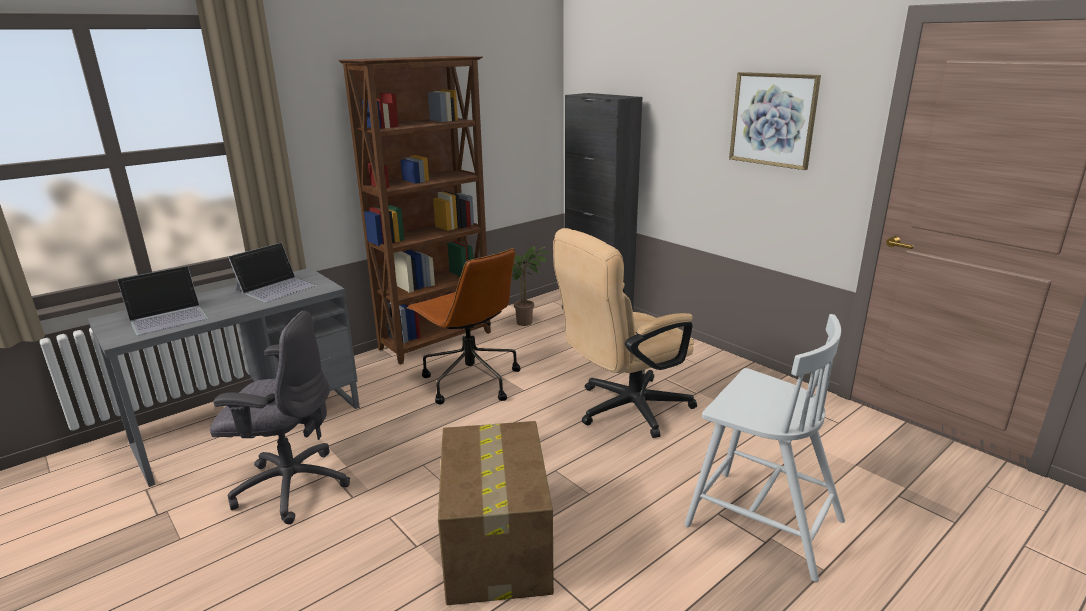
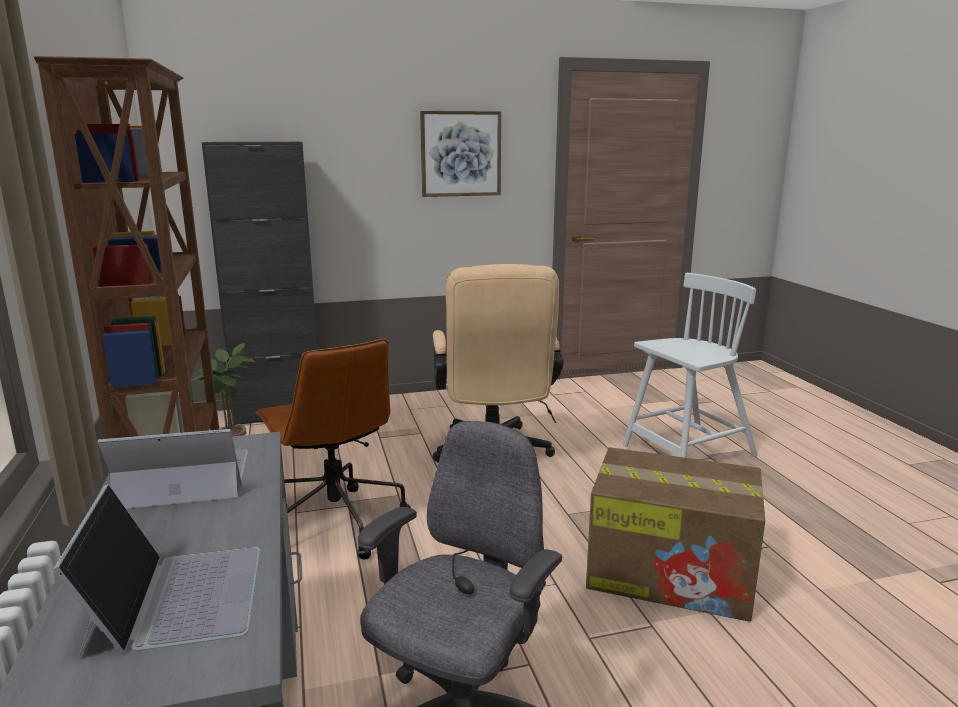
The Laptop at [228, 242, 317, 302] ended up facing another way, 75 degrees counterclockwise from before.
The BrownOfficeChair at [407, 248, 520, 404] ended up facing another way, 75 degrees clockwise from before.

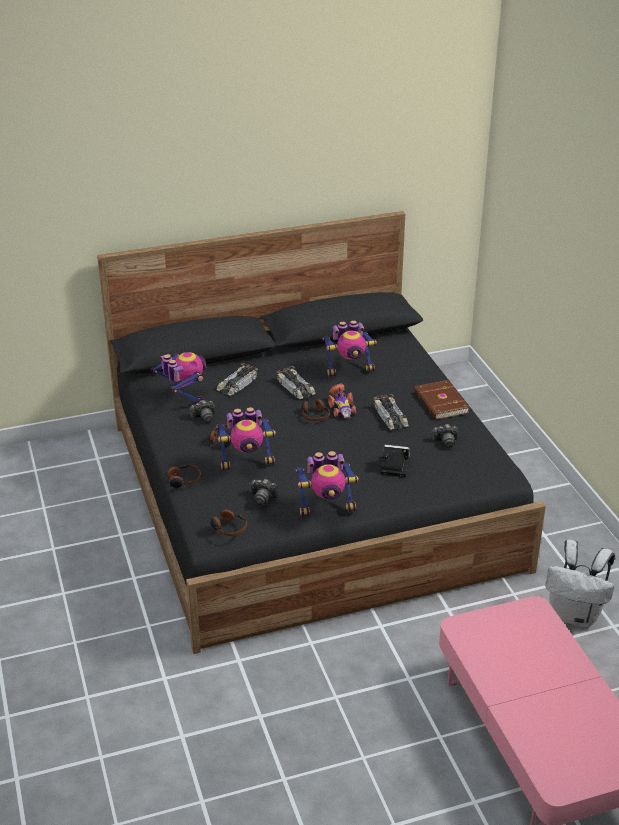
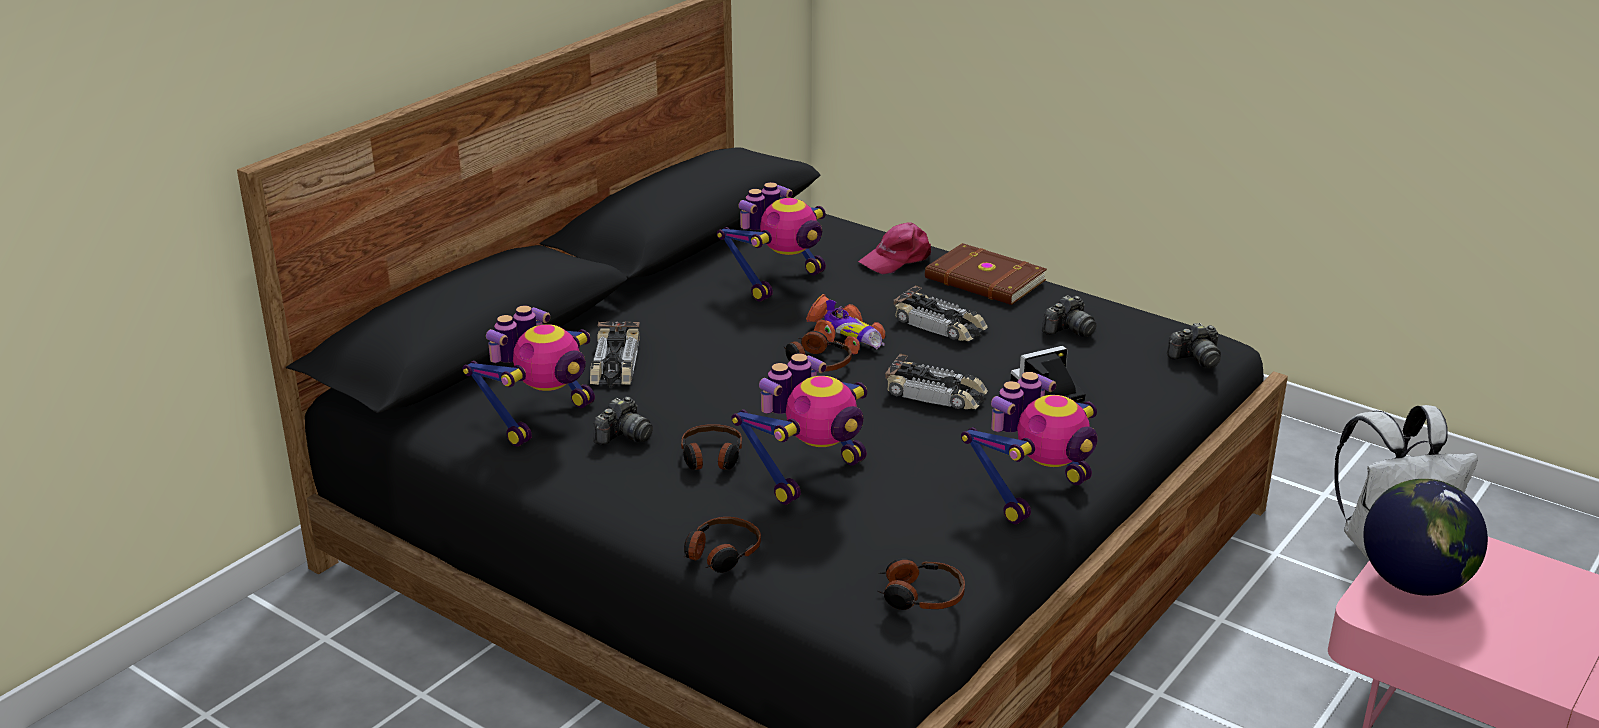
The ToyRobot at [151, 352, 207, 404] ended up facing another way, 105 degrees clockwise from before.
The second view gained the PinkCap at [858, 222, 931, 274].
The ToyCar ended up elsewhere, having gone from [276, 366, 316, 399] to [885, 353, 988, 409].
The PhotoCamera ended up elsewhere, having gone from [249, 479, 278, 505] to [1167, 323, 1221, 368].
The second view gained the Globe at [1363, 479, 1488, 596].

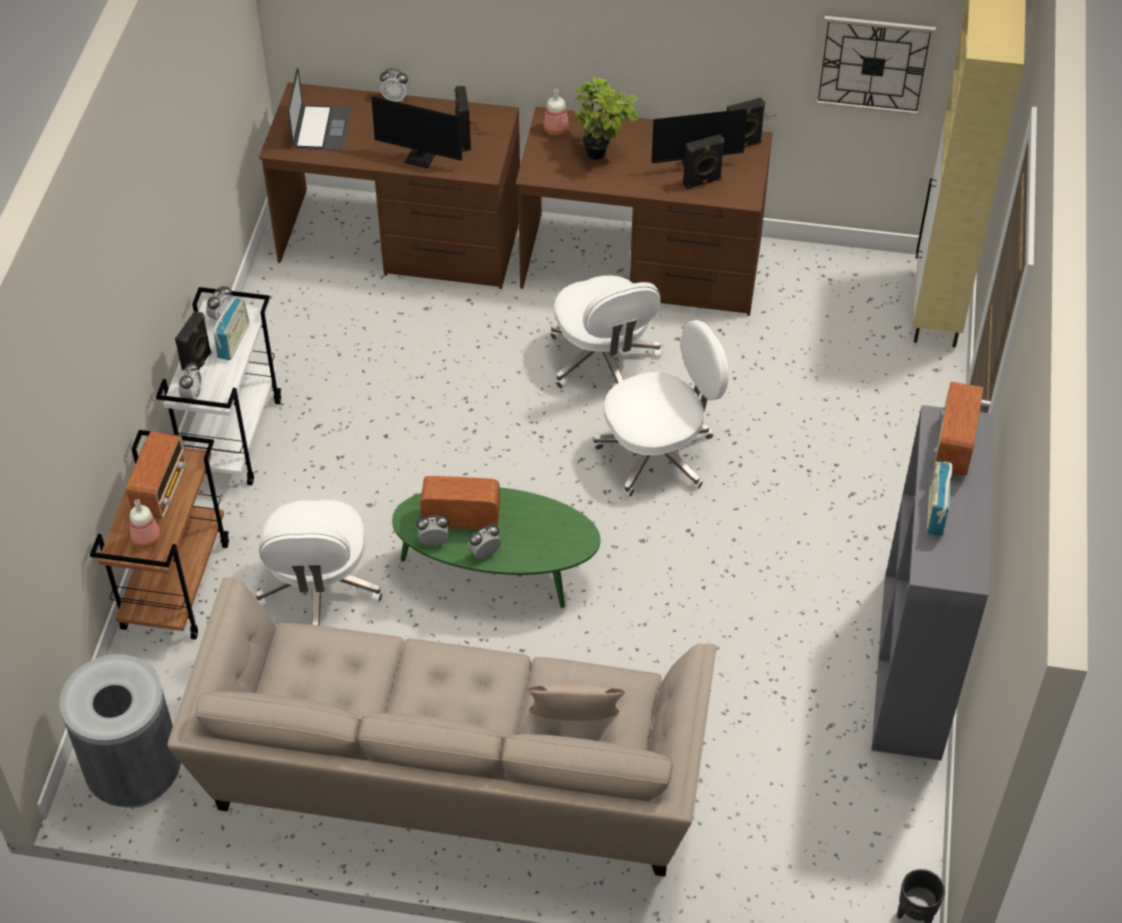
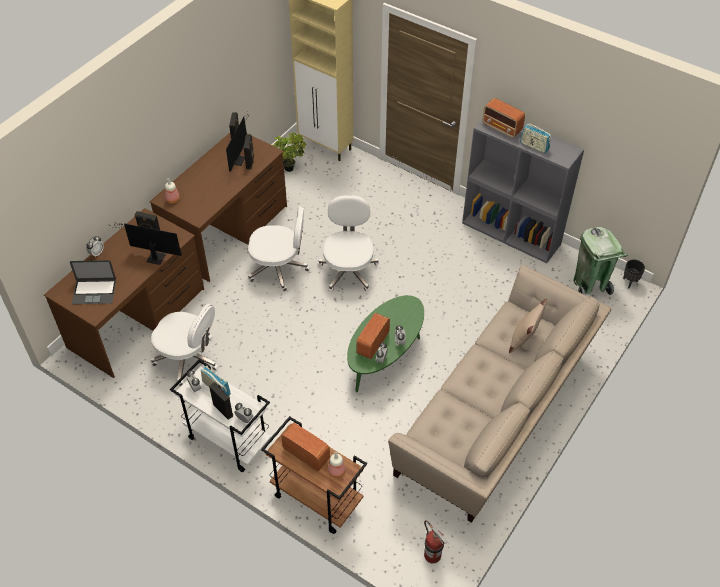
The Laptop at [288, 68, 351, 151] ended up facing another way, 150 degrees clockwise from before.
The Monitor at [371, 96, 487, 168] ended up facing another way, 120 degrees counterclockwise from before.
The WhiteOfficeChair ended up elsewhere, having gone from [256, 500, 382, 626] to [151, 303, 219, 386].
The PottedPlant ended up elsewhere, having gone from [574, 77, 638, 160] to [273, 132, 306, 172].
Where the GreyTrashCan stood at [60, 654, 181, 808], the FireExtinguisher came to stand at [424, 520, 448, 564].
The second view gained the GreenTrashCan at [573, 227, 628, 295].
The second view lost the WallClock at [814, 16, 936, 116].

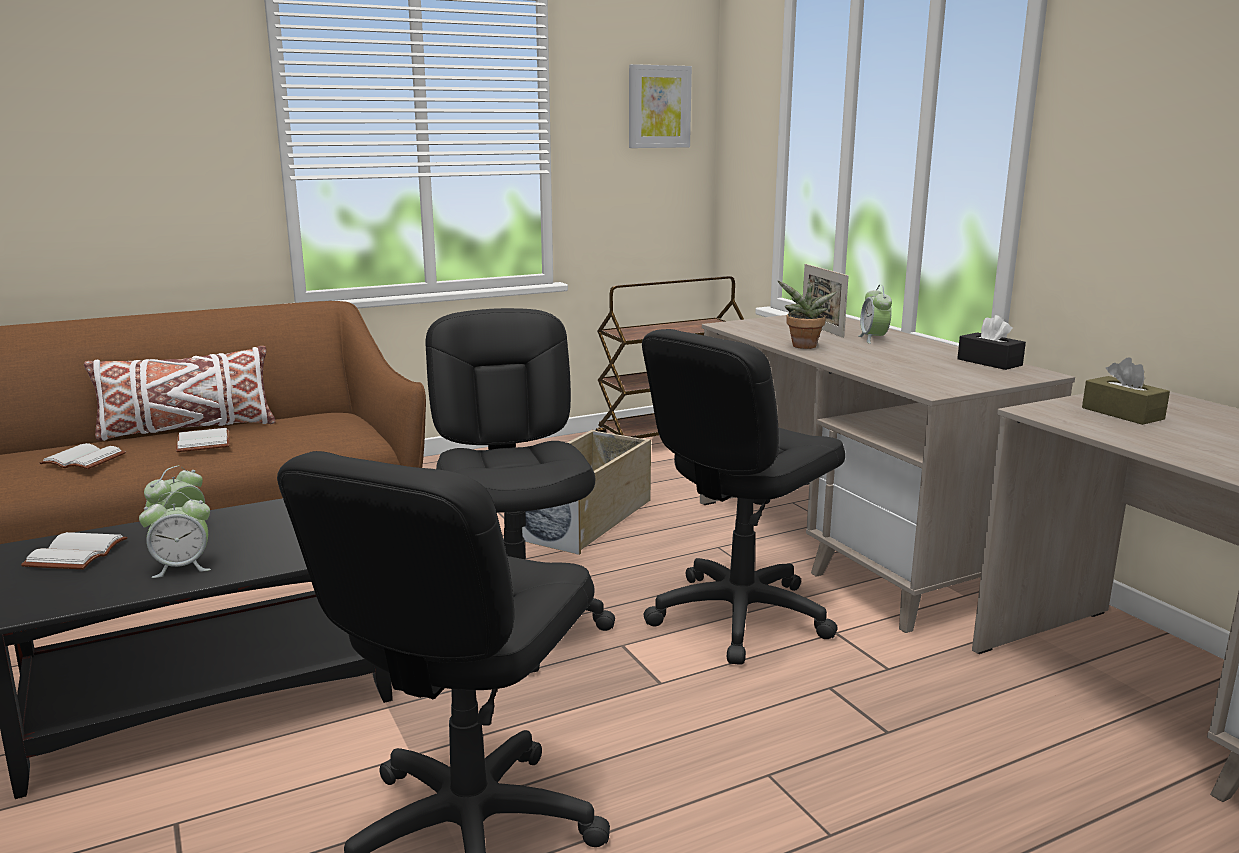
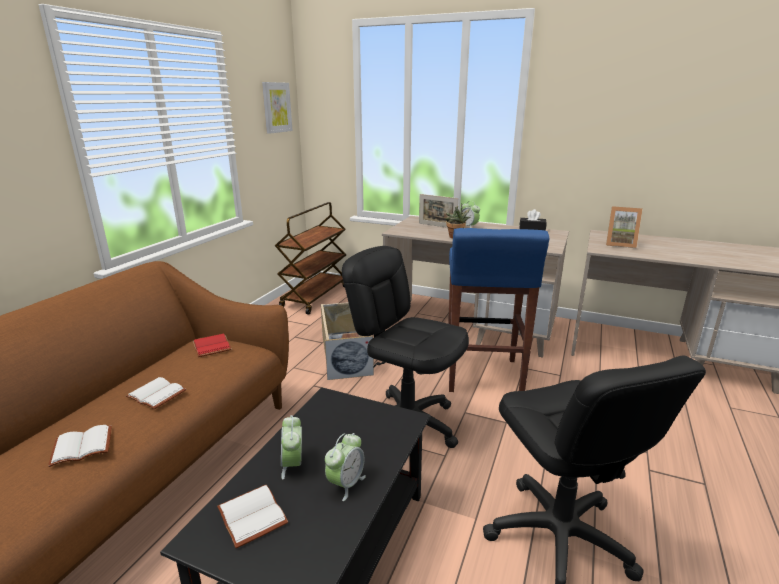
The second view gained the RedBook at [193, 334, 232, 357].
Where the BlackOfficeChair stood at [642, 329, 845, 665], the BlueStool came to stand at [448, 228, 549, 392].
Where the BrownTissueBox stood at [1082, 358, 1170, 425], the PictureFrame came to stand at [606, 206, 643, 248].
The second view lost the WhitePillow at [84, 346, 275, 441].

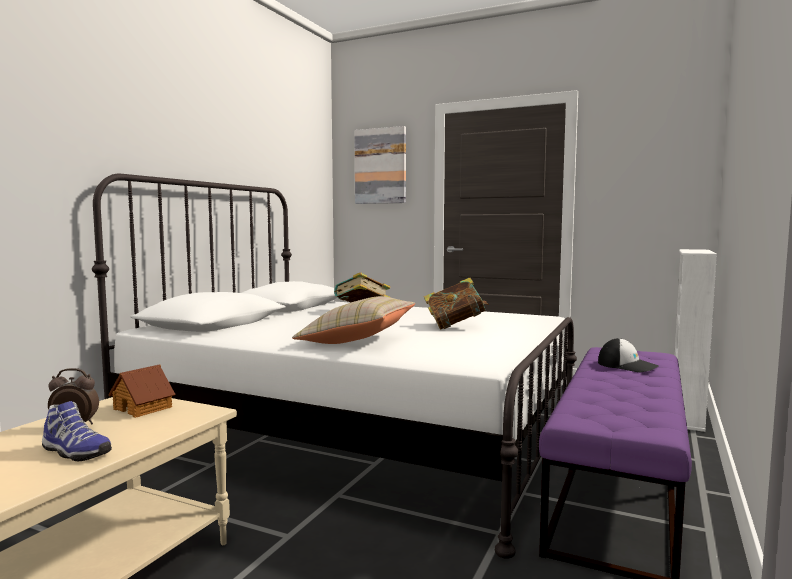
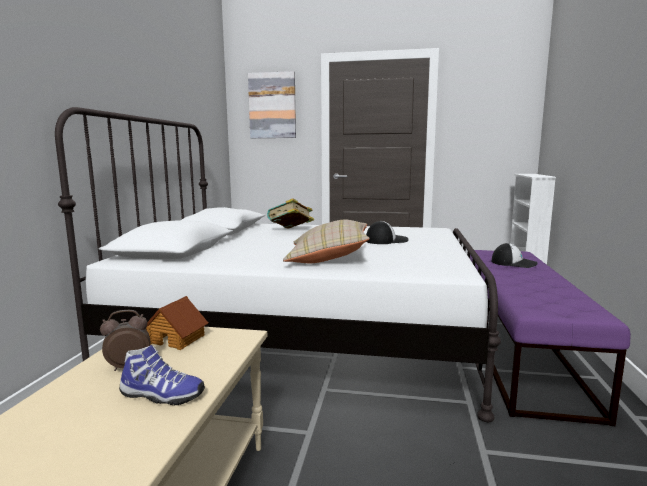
Where the Book stood at [424, 277, 489, 330], the Cap came to stand at [366, 221, 409, 244].

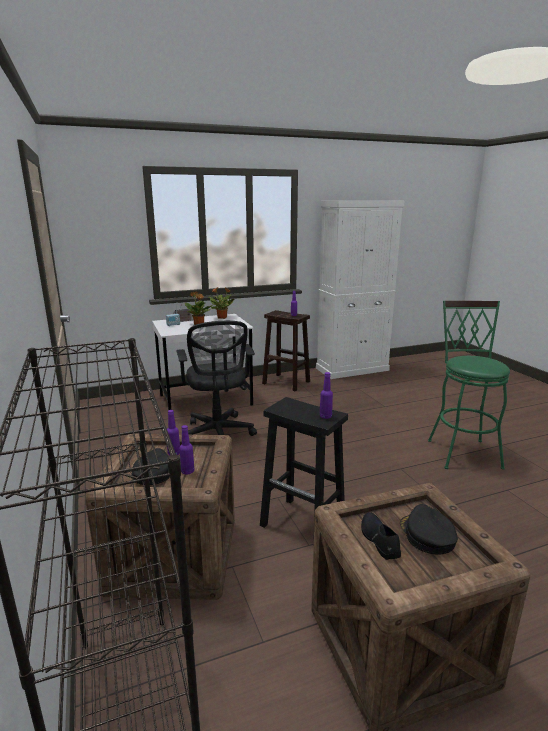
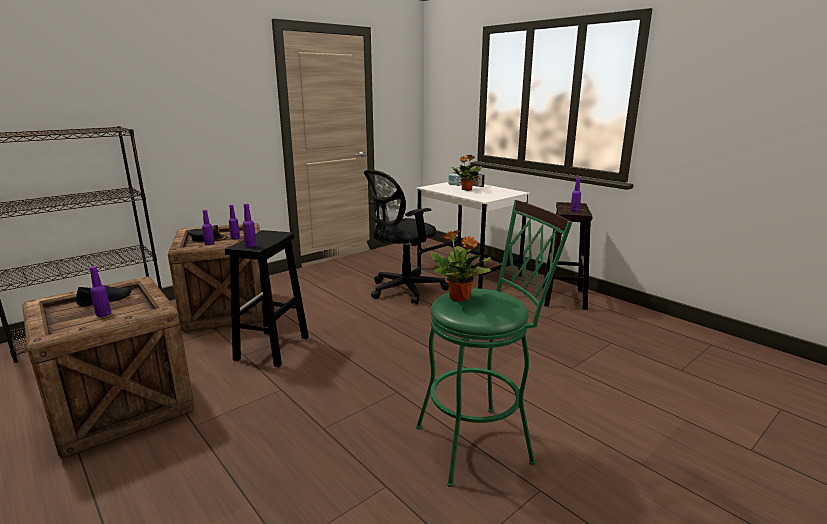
Where the BlackCap stood at [400, 504, 458, 554], the PurpleBottle came to stand at [90, 266, 111, 317].
The PottedPlant ended up elsewhere, having gone from [209, 288, 235, 319] to [431, 230, 491, 302].
The second view lost the WhiteCabinet at [316, 201, 405, 379].

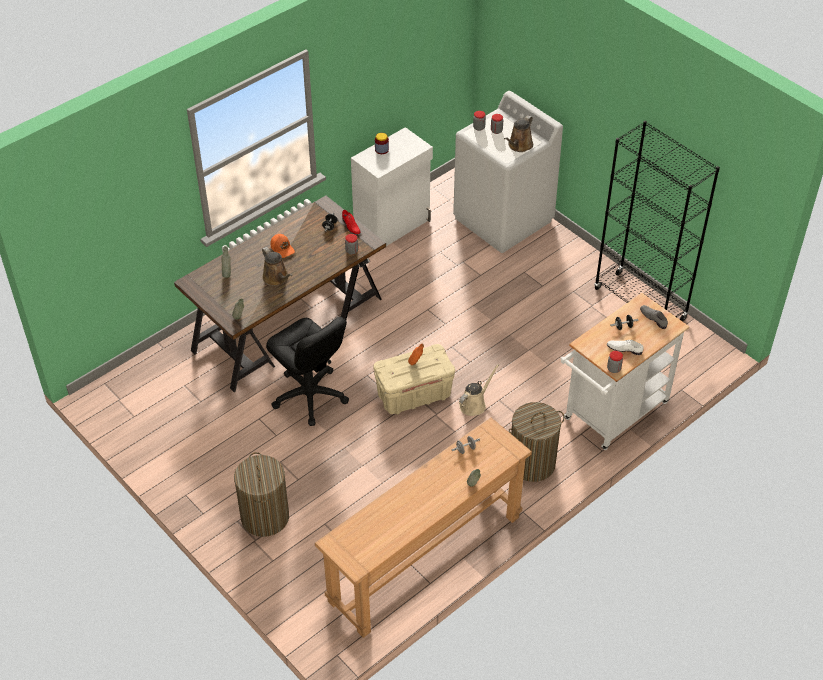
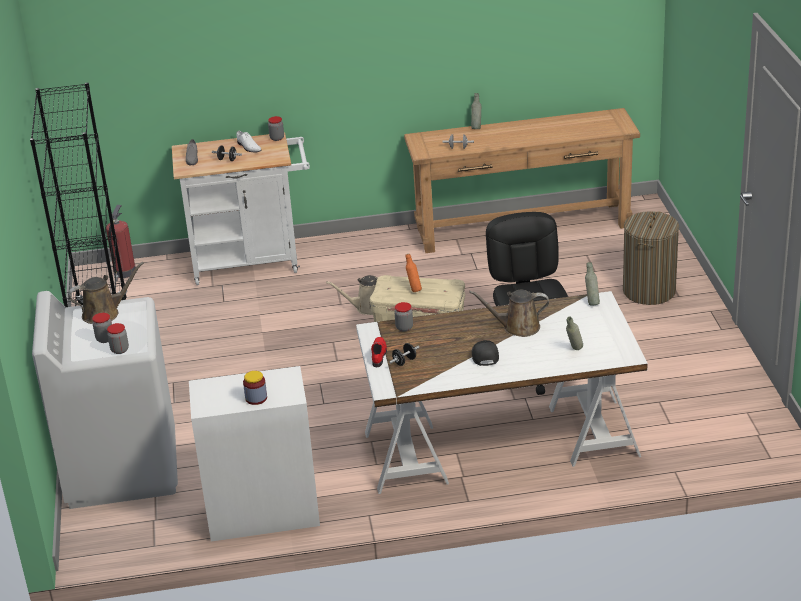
The second view gained the FireExtinguisher at [106, 205, 136, 281].
What was the BrownDesk at [174, 196, 386, 392] turned into the WhiteDesk at [356, 291, 648, 494].
The BrownWateringCan at [262, 247, 293, 286] ended up facing another way, 90 degrees counterclockwise from before.
What was the OrangeCap at [270, 234, 295, 258] turned into the BlackCap at [472, 340, 499, 366].
The second view lost the LaundryBasket at [509, 402, 565, 482].

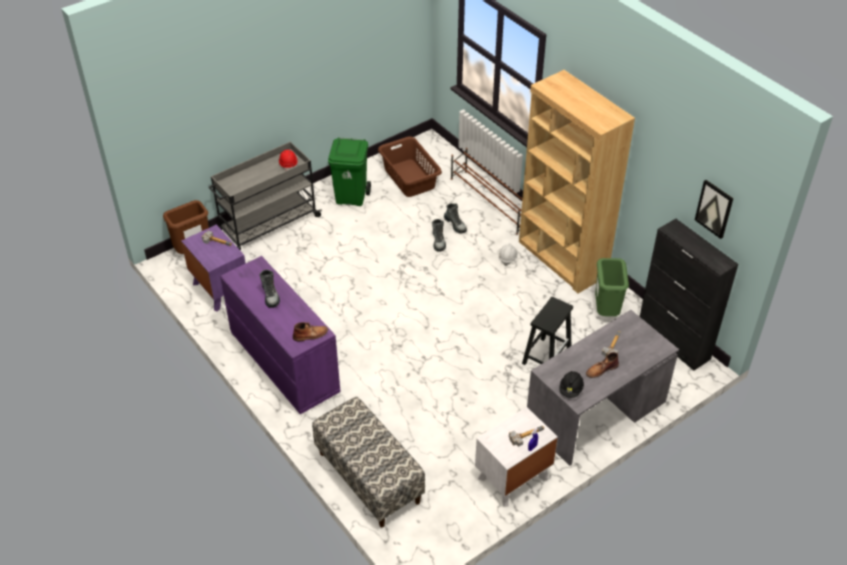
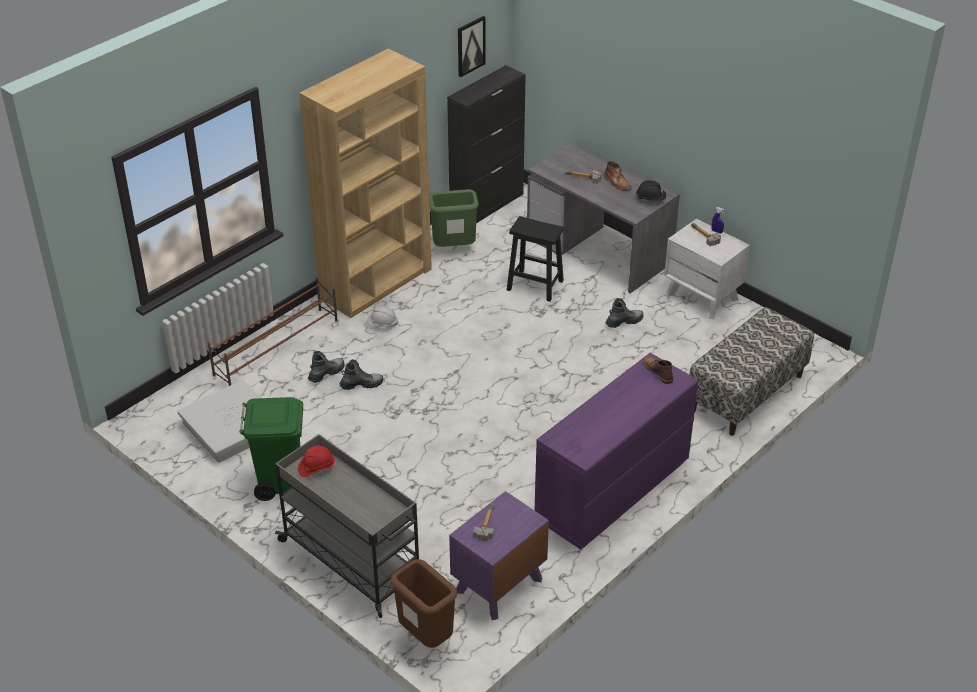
Where the BrownLaundryBasket stood at [378, 136, 442, 197], the WhiteStorageBox came to stand at [177, 380, 261, 463].
The Boot ended up elsewhere, having gone from [259, 270, 280, 308] to [605, 298, 644, 328].

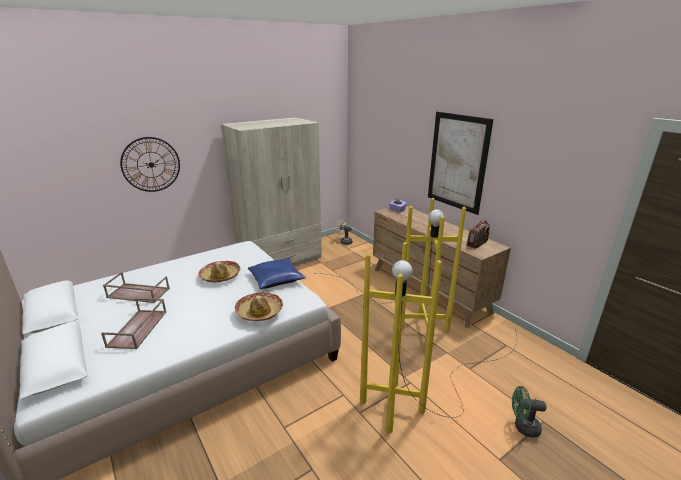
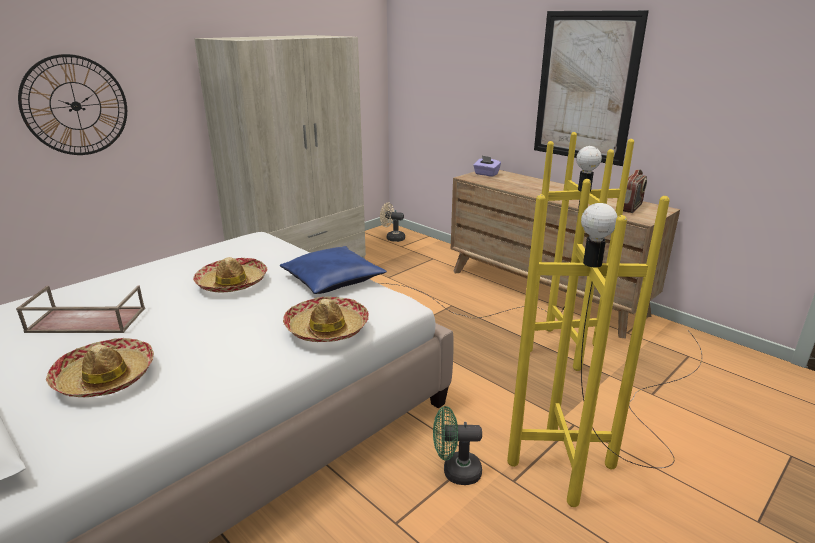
Where the BrownTray stood at [101, 298, 166, 349], the Hat came to stand at [46, 338, 154, 397].
The GreenFan ended up elsewhere, having gone from [512, 386, 546, 438] to [433, 406, 482, 485].

